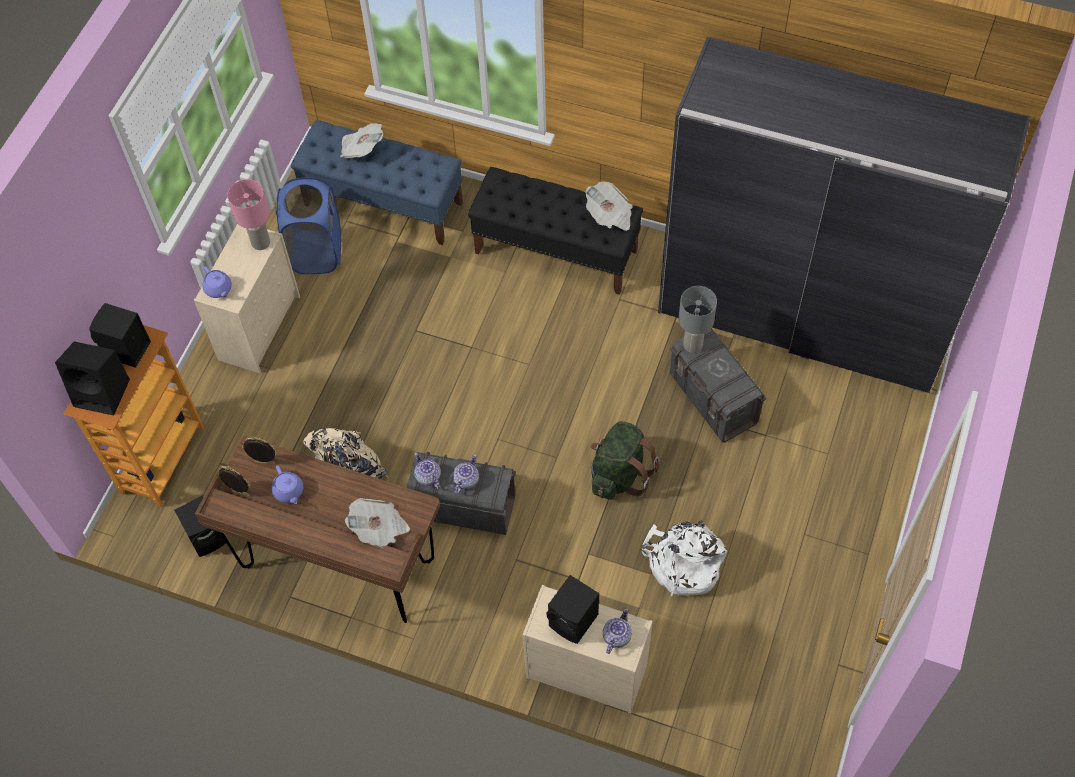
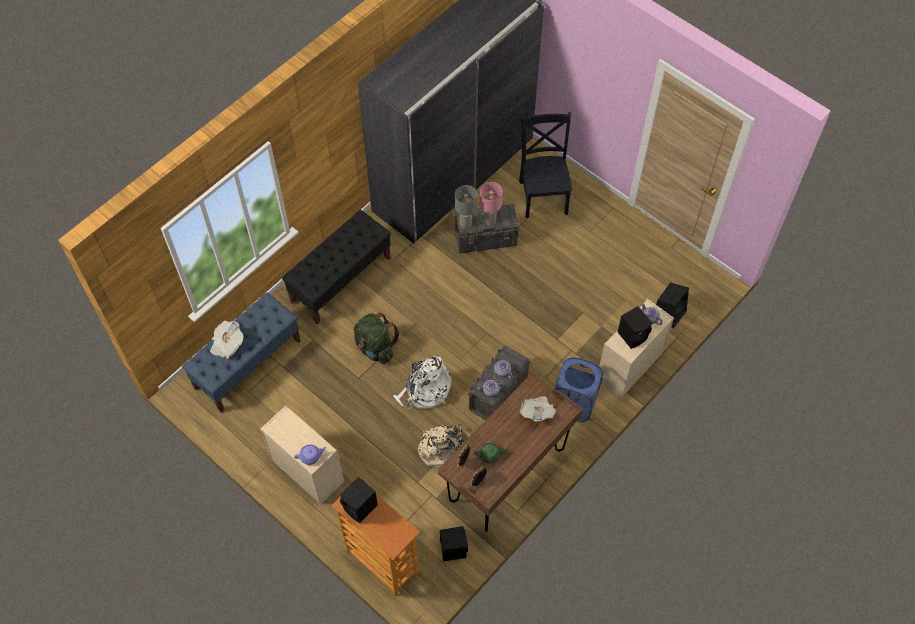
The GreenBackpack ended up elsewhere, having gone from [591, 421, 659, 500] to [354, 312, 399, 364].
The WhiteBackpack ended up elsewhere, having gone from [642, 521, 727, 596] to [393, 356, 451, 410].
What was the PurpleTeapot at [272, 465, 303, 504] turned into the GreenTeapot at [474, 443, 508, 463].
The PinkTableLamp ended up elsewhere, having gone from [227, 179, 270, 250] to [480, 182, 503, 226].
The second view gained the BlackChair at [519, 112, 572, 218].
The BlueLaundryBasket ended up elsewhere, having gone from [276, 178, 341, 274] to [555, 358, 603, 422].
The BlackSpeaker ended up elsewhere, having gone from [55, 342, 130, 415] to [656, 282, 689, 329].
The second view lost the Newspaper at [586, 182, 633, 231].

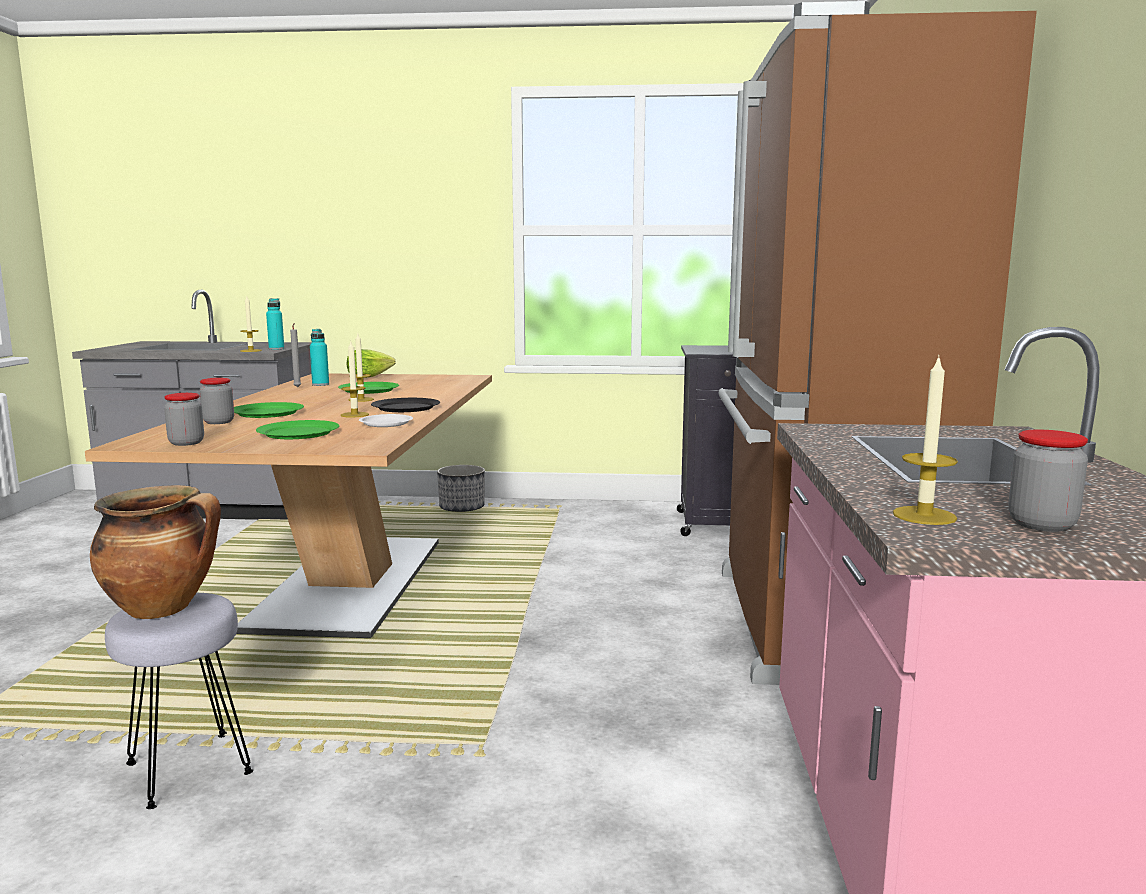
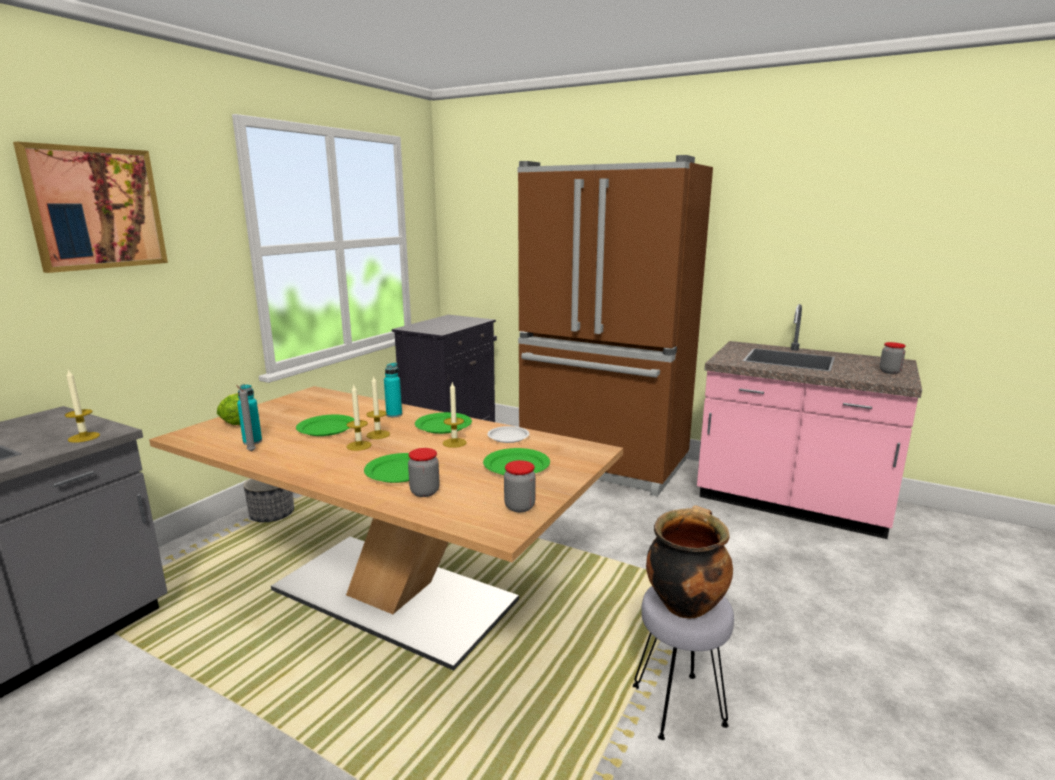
The second view gained the Picture at [13, 142, 168, 273].
The Candle ended up elsewhere, having gone from [893, 355, 958, 525] to [347, 385, 372, 451].
The TurquoiseBottle ended up elsewhere, having gone from [266, 298, 285, 350] to [384, 363, 402, 417].
What was the BlackPlate at [371, 398, 440, 412] turned into the GreenPlate at [415, 412, 472, 434].

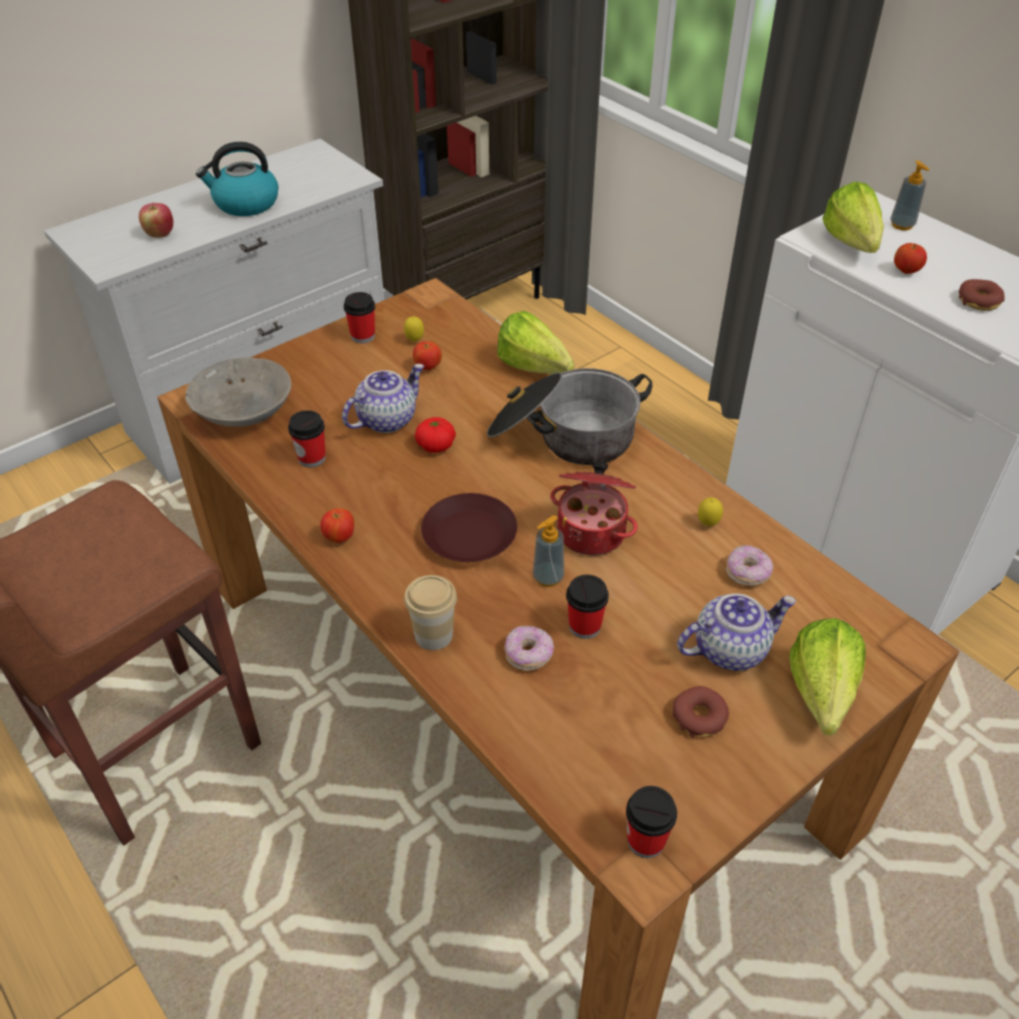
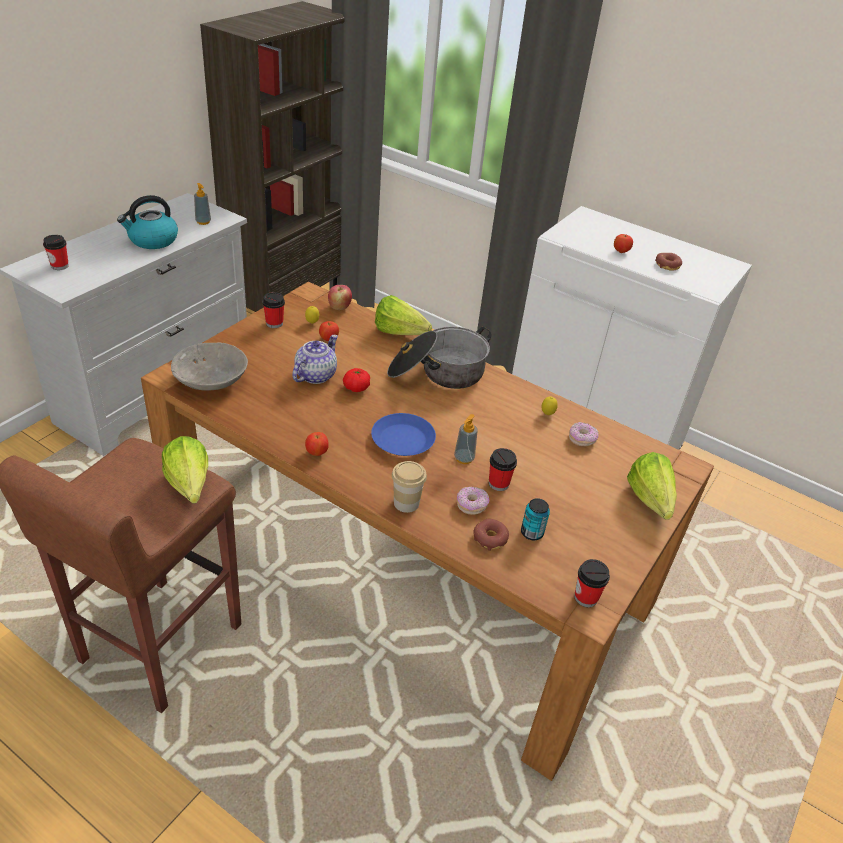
The Cup ended up elsewhere, having gone from [288, 410, 326, 467] to [43, 235, 69, 270].
The Lettuce ended up elsewhere, having gone from [822, 182, 884, 253] to [162, 436, 208, 503].
The SoapDispenser ended up elsewhere, having gone from [890, 160, 930, 231] to [194, 183, 211, 225].
The Apple ended up elsewhere, having gone from [139, 203, 173, 238] to [328, 285, 352, 310].
What was the BrownPlate at [421, 493, 517, 562] turned into the BluePlate at [371, 413, 436, 456].
The Donut ended up elsewhere, having gone from [673, 686, 729, 738] to [473, 519, 509, 551].
The second view gained the Can at [521, 498, 550, 540].
The second view lost the CookingPot at [550, 461, 638, 556].
The second view lost the Teapot at [677, 593, 796, 671].

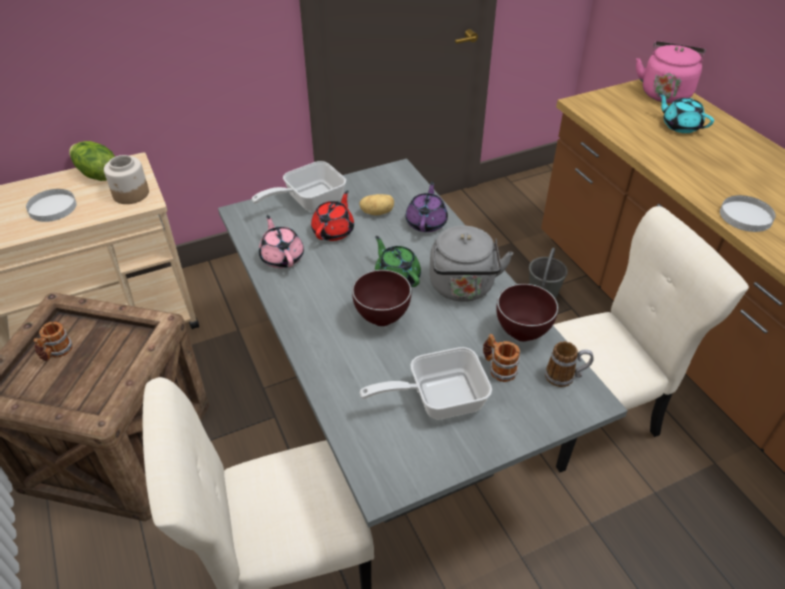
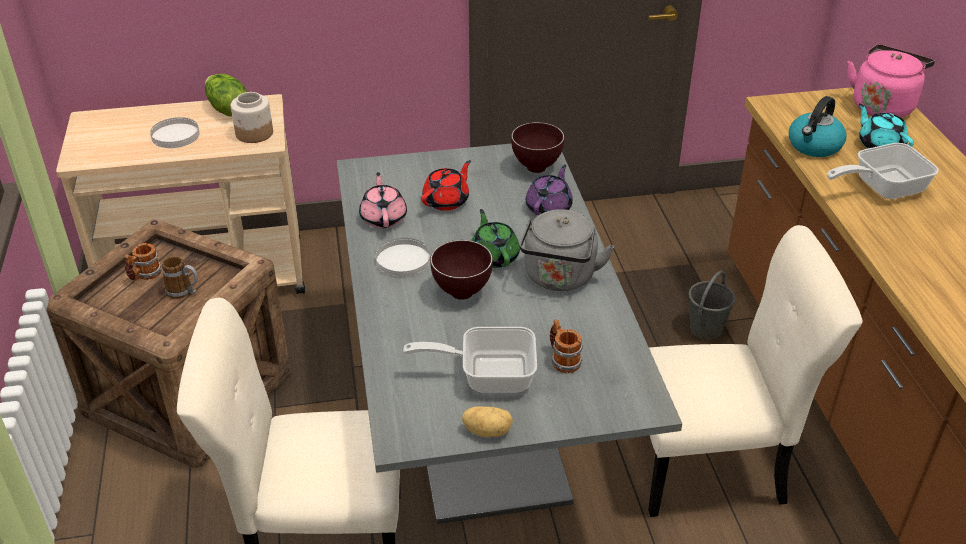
The Mug ended up elsewhere, having gone from [545, 341, 594, 387] to [162, 256, 198, 299].
The WhitePlate ended up elsewhere, having gone from [720, 195, 776, 232] to [376, 238, 431, 278].
The Potato ended up elsewhere, having gone from [359, 194, 394, 216] to [462, 406, 513, 437].
The BrownBowl ended up elsewhere, having gone from [497, 284, 558, 341] to [511, 122, 564, 173].
The second view gained the Kettle at [789, 96, 846, 157].
The FryingPan ended up elsewhere, having gone from [252, 161, 346, 211] to [827, 143, 939, 199].

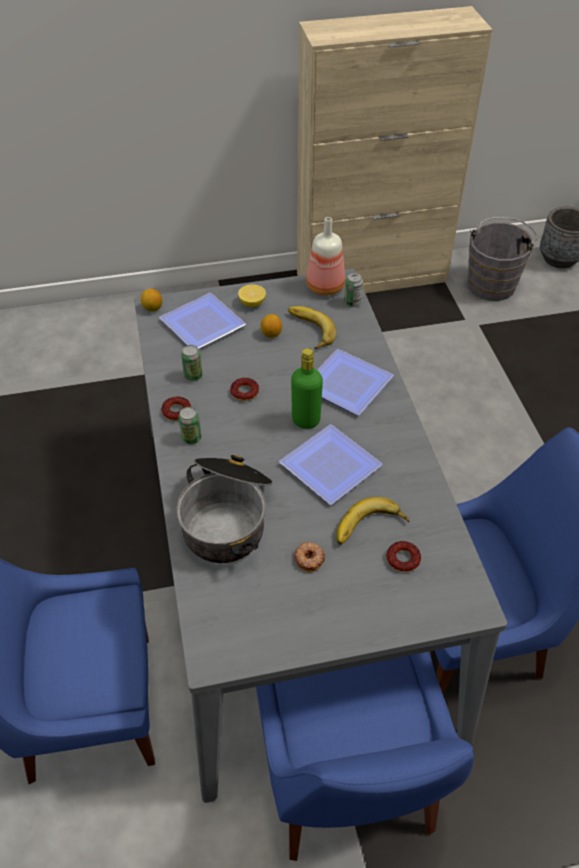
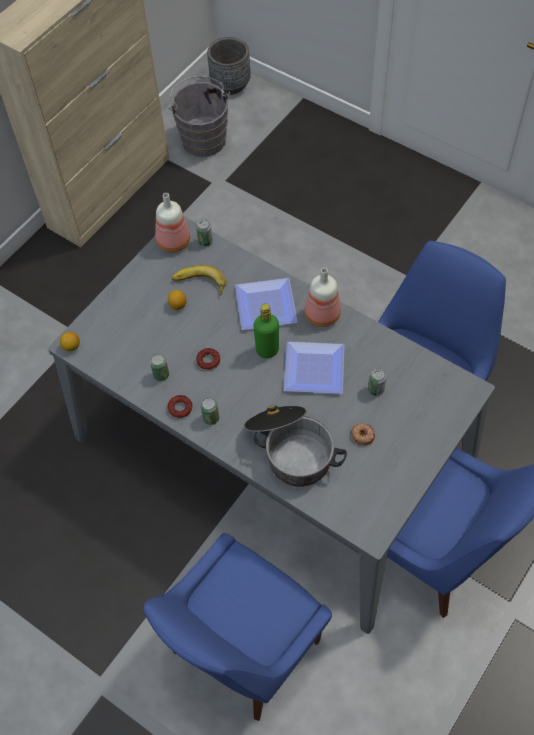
The second view gained the Bottle at [304, 268, 341, 327].
Where the Banana stood at [336, 497, 410, 545], the Can came to stand at [368, 368, 386, 396].
The second view lost the Plate at [159, 293, 246, 349].
The second view lost the Lemon at [238, 284, 266, 307].
The second view lost the Donut at [386, 541, 421, 572].

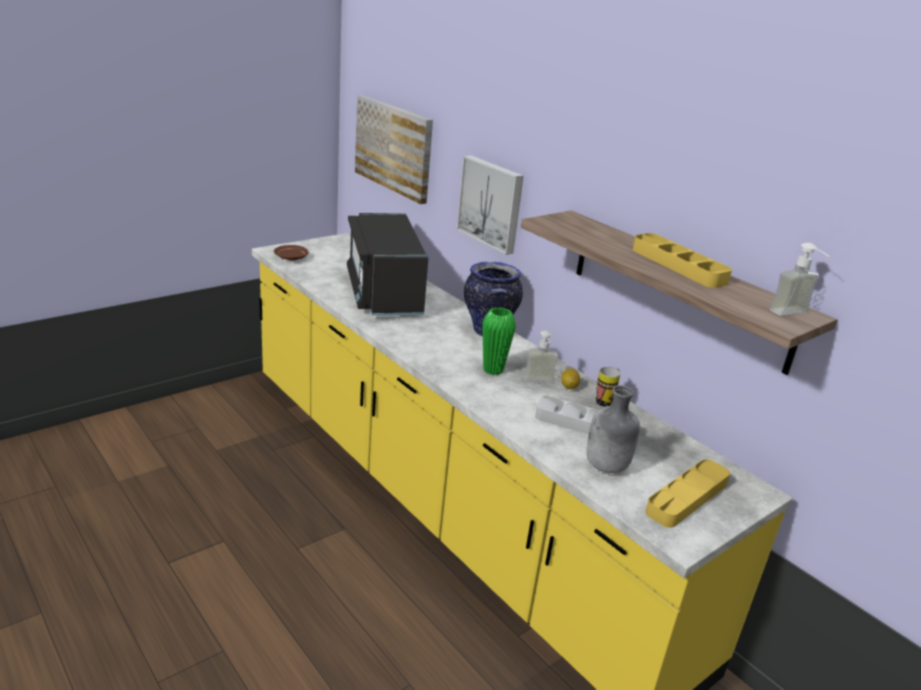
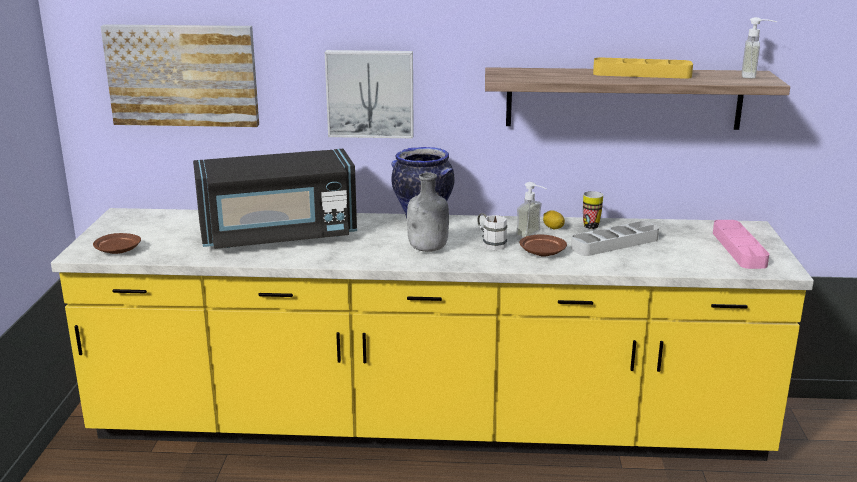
The BlackMicrowave at [347, 213, 428, 315] ended up facing another way, 45 degrees counterclockwise from before.
The GreyBottle ended up elsewhere, having gone from [587, 385, 640, 473] to [407, 173, 449, 252].
Where the GreenVase stood at [482, 307, 516, 375], the WhiteMug came to stand at [478, 213, 507, 250].
The second view gained the BrownPlate at [520, 235, 567, 257].
What was the YellowTray at [645, 459, 730, 528] turned into the PinkTray at [713, 220, 769, 269].

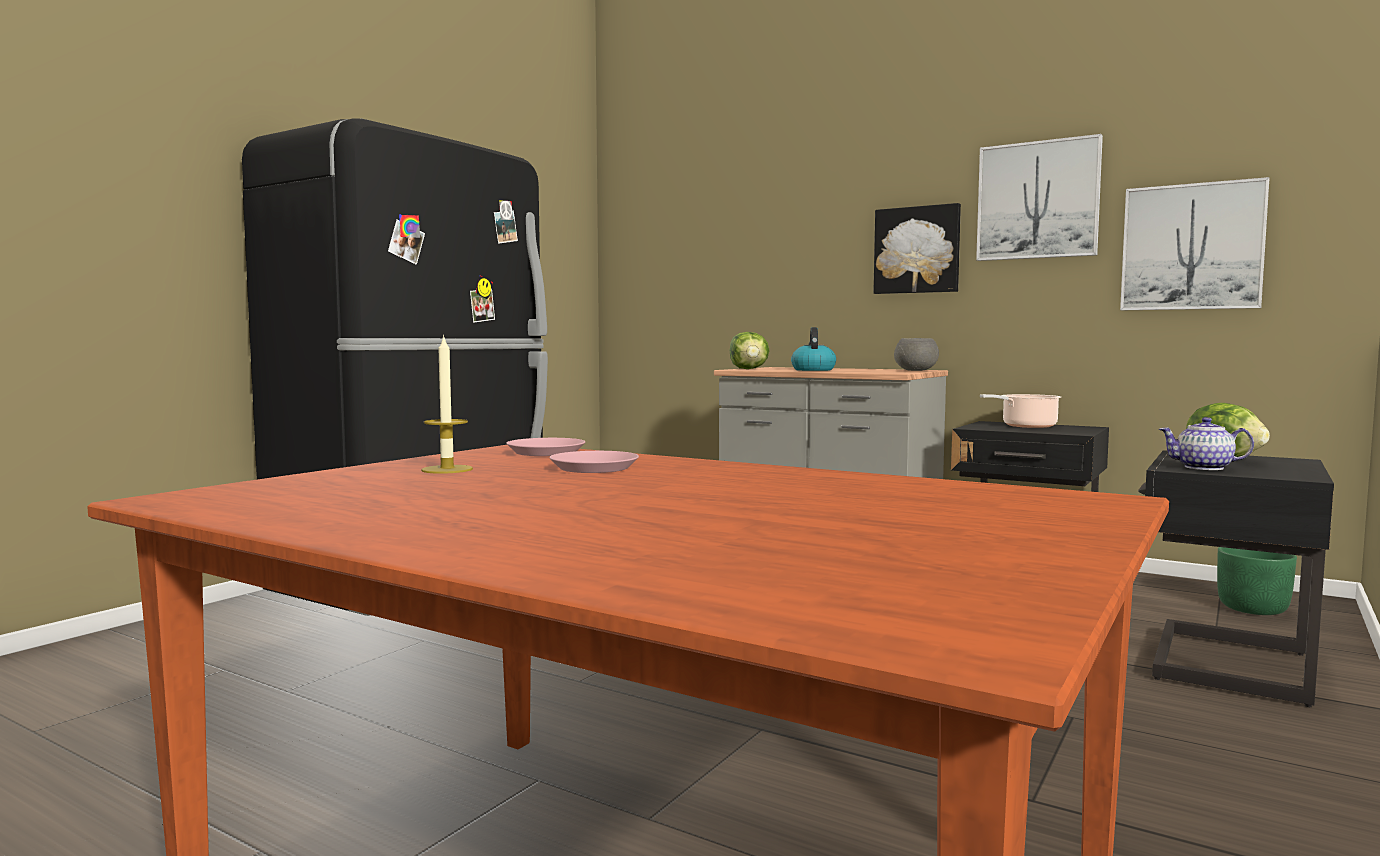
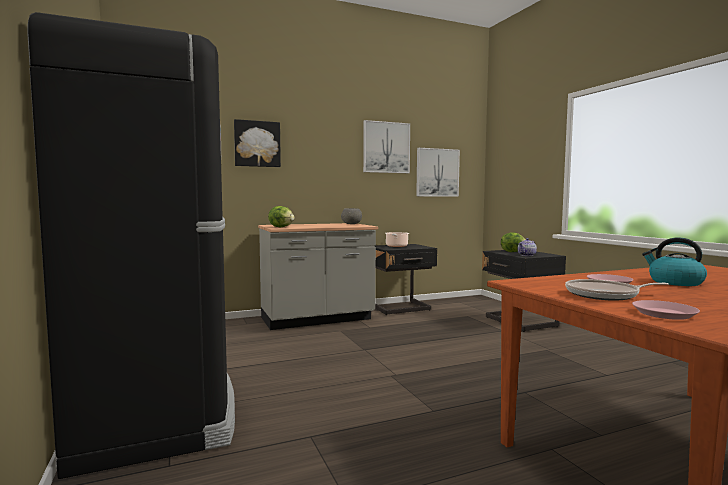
The Picture ended up elsewhere, having gone from [874, 203, 961, 294] to [234, 119, 281, 167].
Where the Candle stood at [421, 335, 473, 474], the FryingPan came to stand at [565, 279, 669, 301].
The PinkPlate ended up elsewhere, having gone from [506, 438, 585, 456] to [632, 300, 700, 320].
The Kettle ended up elsewhere, having gone from [791, 327, 836, 371] to [642, 238, 707, 286].
The second view lost the GreenPlanter at [1217, 547, 1297, 615].

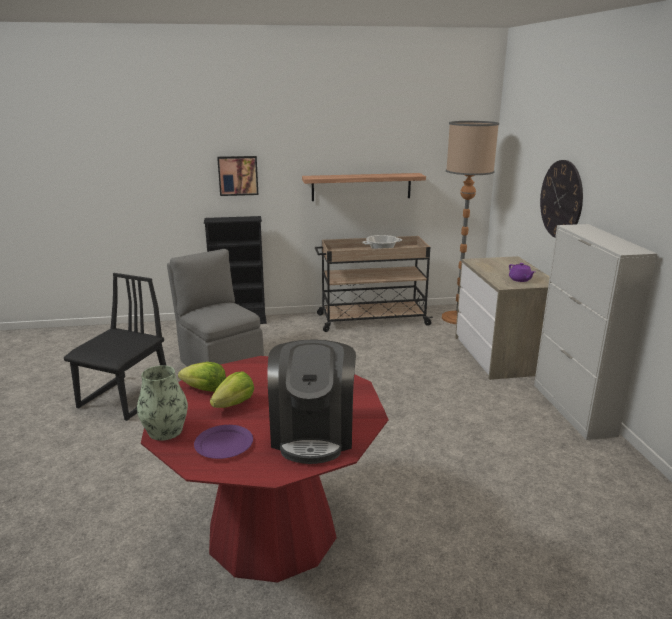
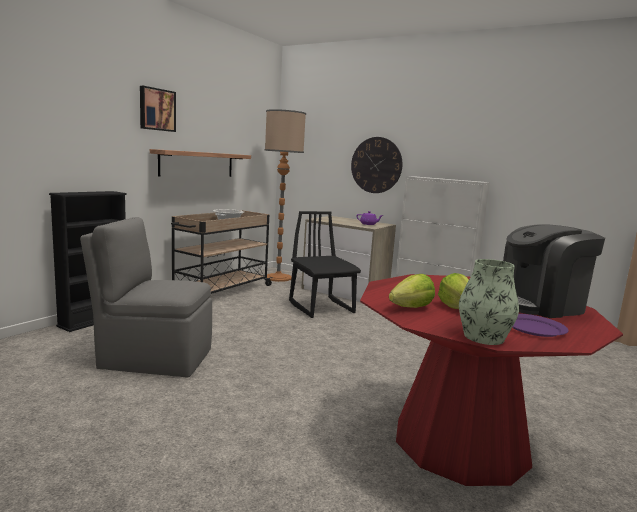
The Picture ended up elsewhere, having gone from [217, 156, 258, 196] to [140, 86, 176, 132].
The BlackChair ended up elsewhere, having gone from [64, 273, 166, 421] to [289, 211, 361, 318].
The CoffeeMachine at [268, 339, 356, 464] ended up facing another way, 120 degrees clockwise from before.

